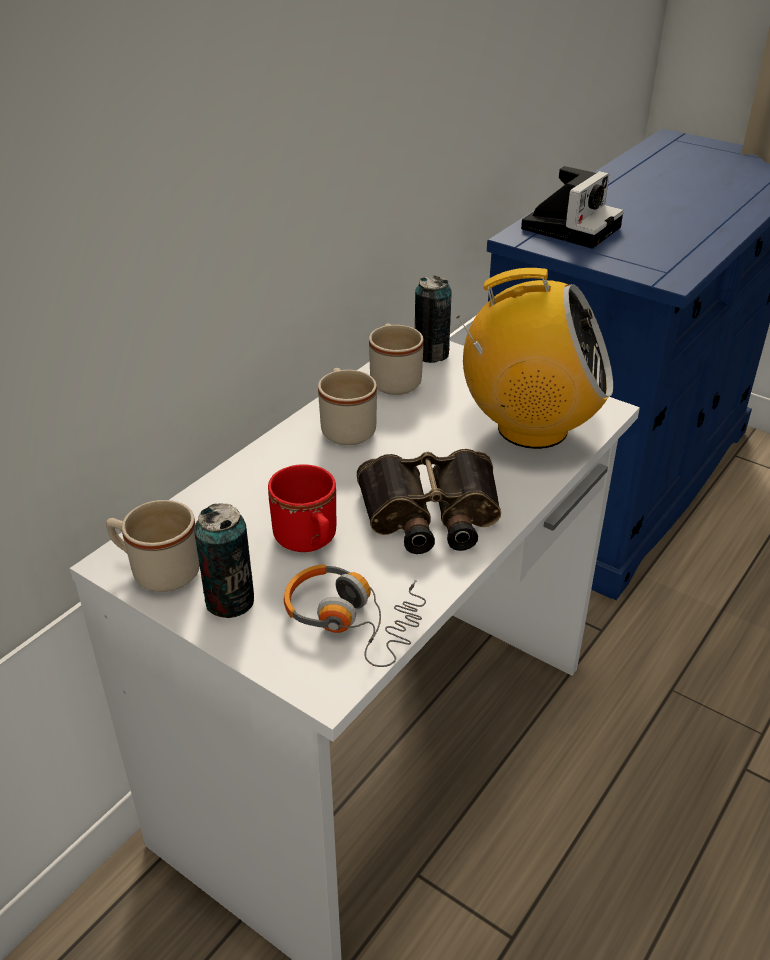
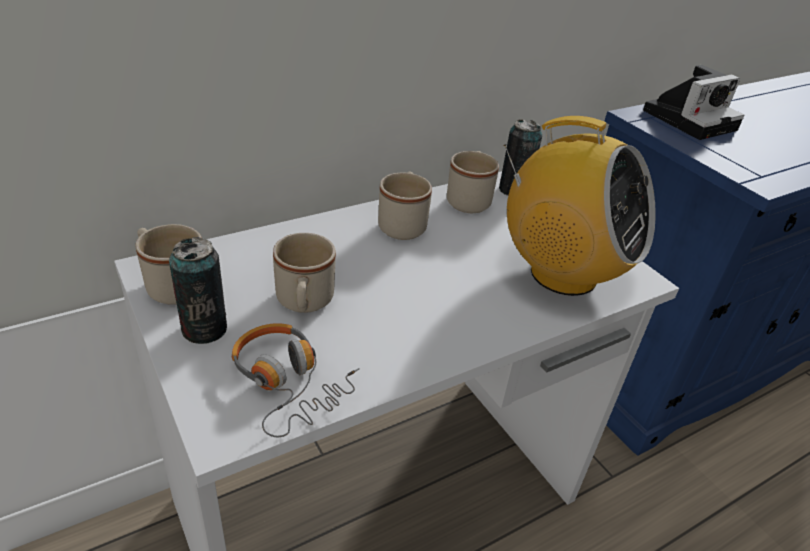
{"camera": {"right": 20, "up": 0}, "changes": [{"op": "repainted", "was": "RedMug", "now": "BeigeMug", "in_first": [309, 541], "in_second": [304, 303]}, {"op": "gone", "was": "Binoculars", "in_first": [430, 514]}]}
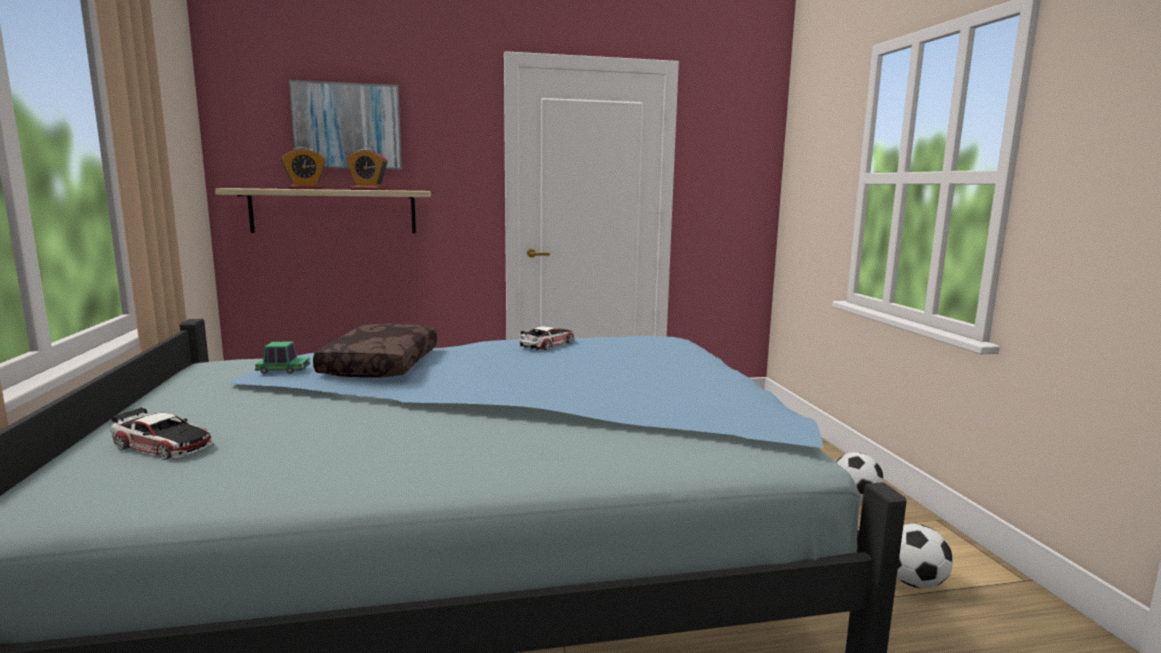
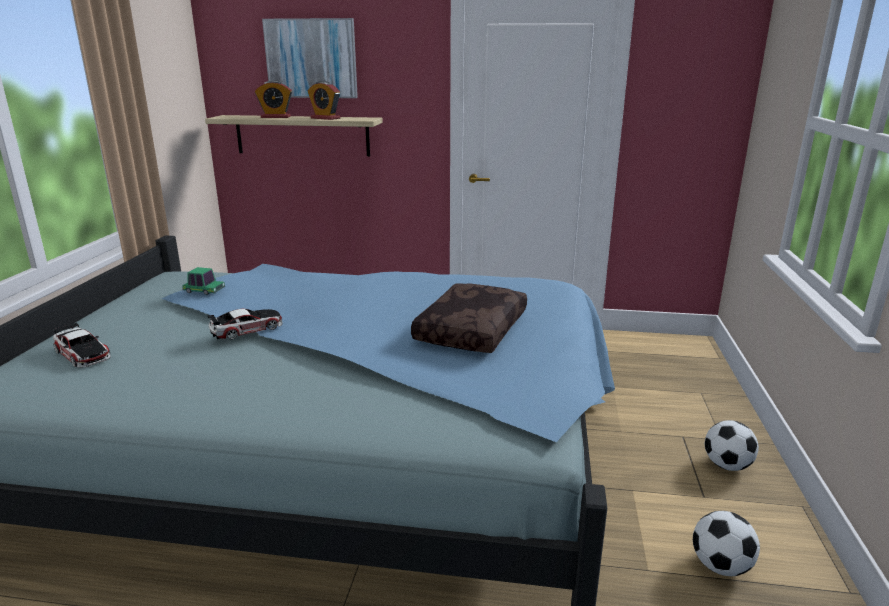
{"camera": {"right": 20, "up": 10}, "changes": [{"op": "shifted", "was": "BrownPillow", "in_first": [379, 365], "in_second": [470, 329]}, {"op": "shifted", "was": "ToyCar", "in_first": [548, 344], "in_second": [247, 329]}]}
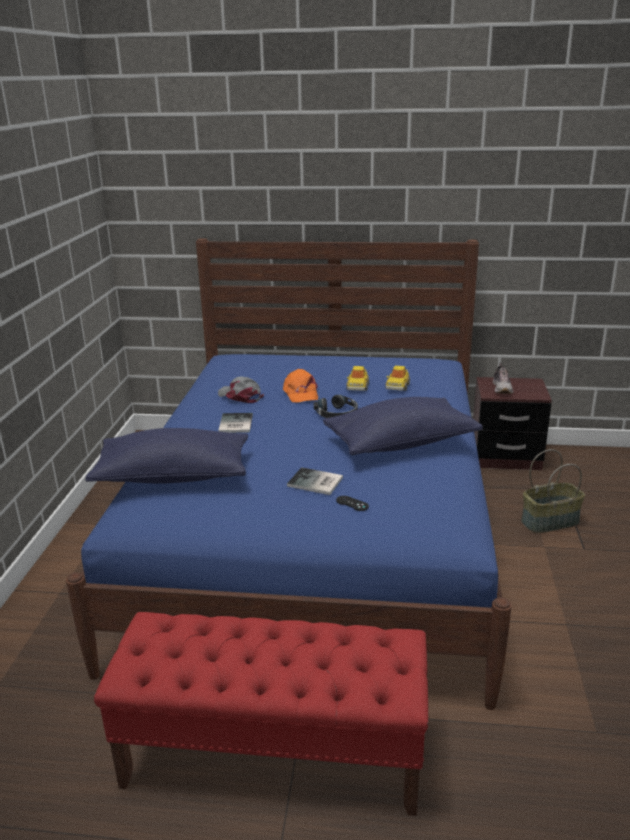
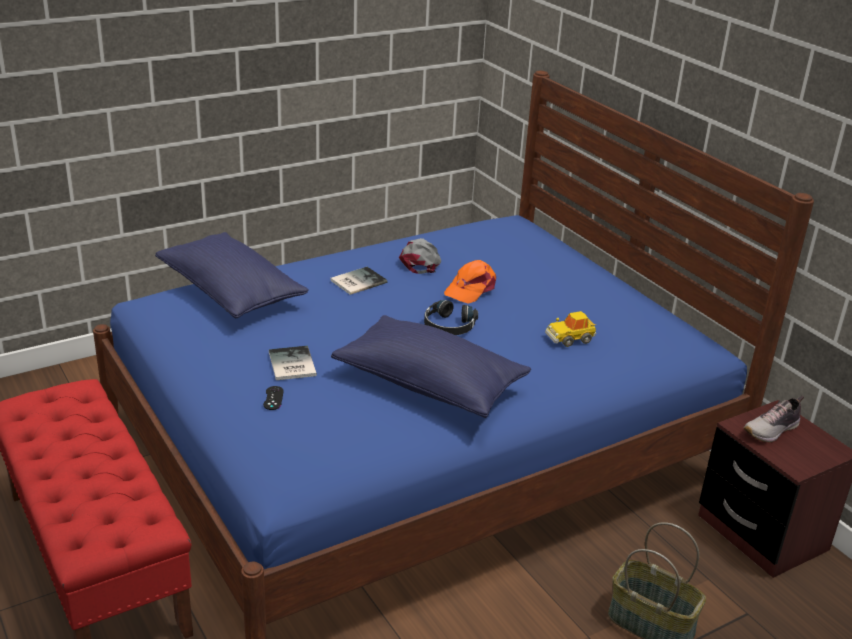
{"camera": {"right": 50, "up": 5}, "changes": [{"op": "gone", "was": "ToyCar", "in_first": [357, 387]}]}
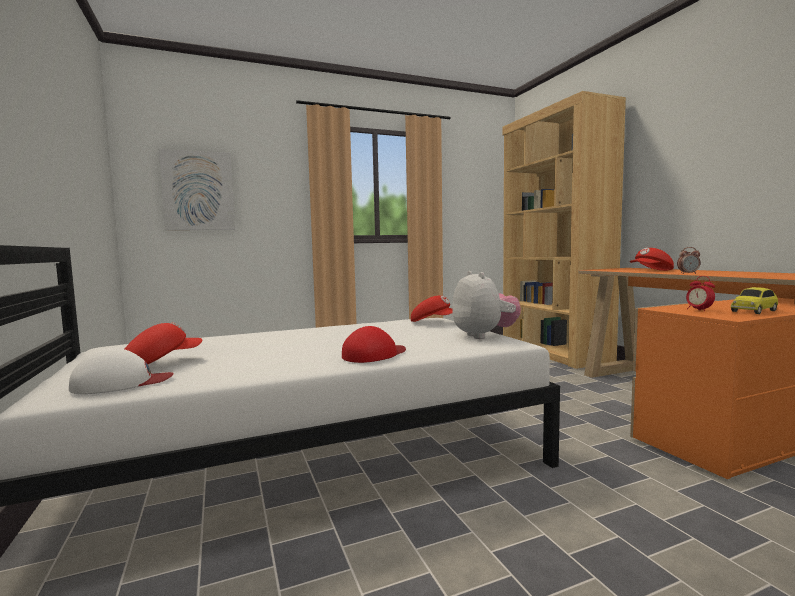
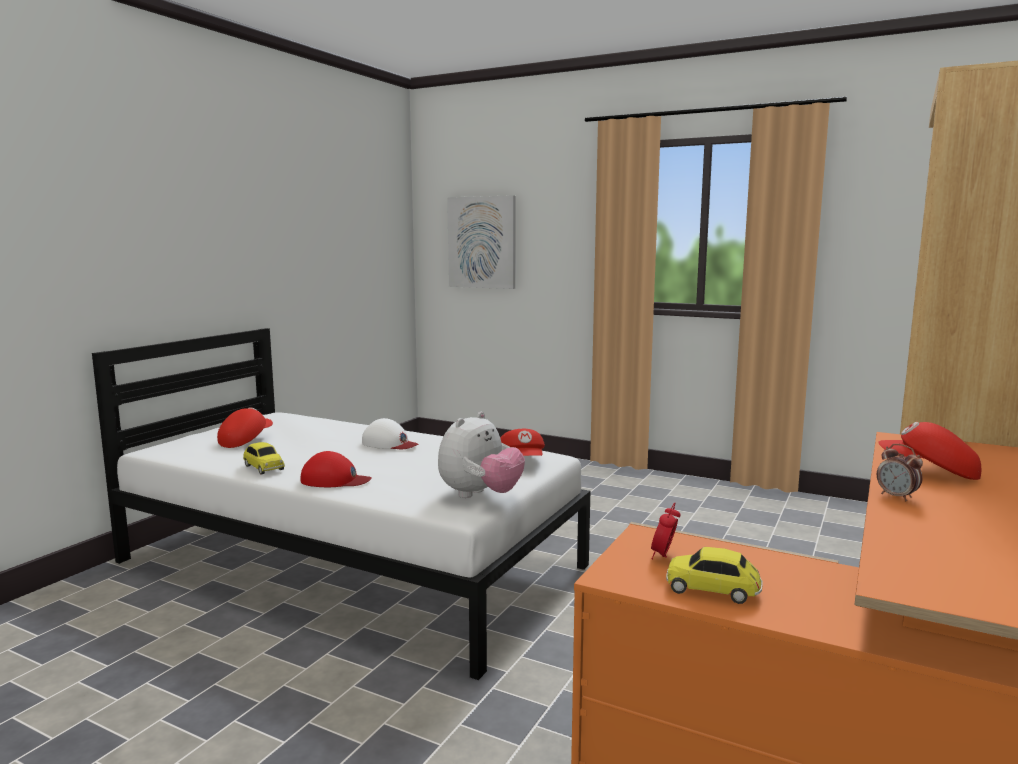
{"camera": {"right": 50, "up": 5}, "changes": [{"op": "shifted", "was": "WhiteCap", "in_first": [121, 383], "in_second": [389, 443]}, {"op": "rotated", "was": "RedCap", "in_first": [161, 363], "in_second": [245, 440], "clockwise": -75}, {"op": "new", "now": "ToyCar", "in_second": [263, 467]}]}
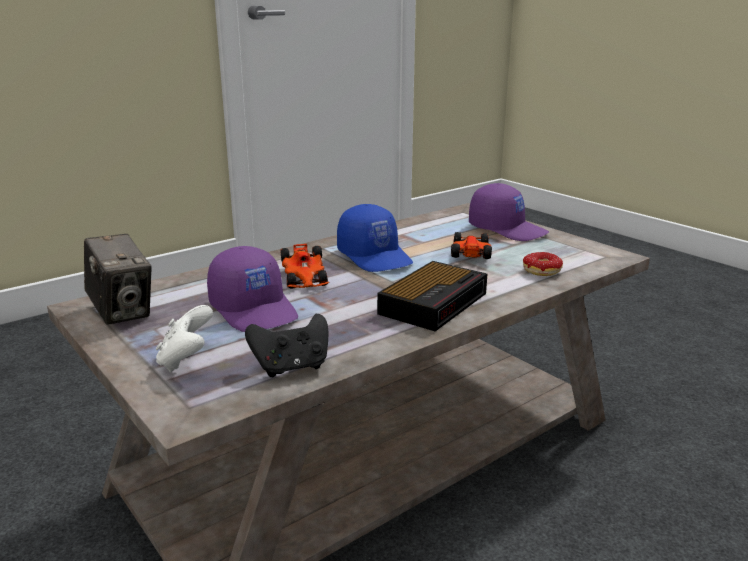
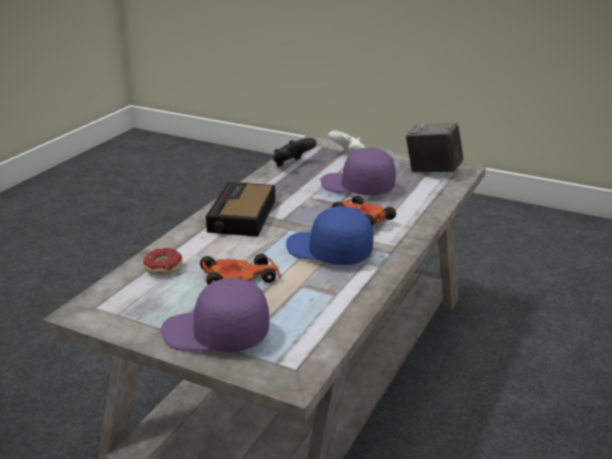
{"camera": {"right": 155, "up": 5}, "changes": [{"op": "rotated", "was": "ToyCar", "in_first": [470, 253], "in_second": [241, 278], "clockwise": -90}]}
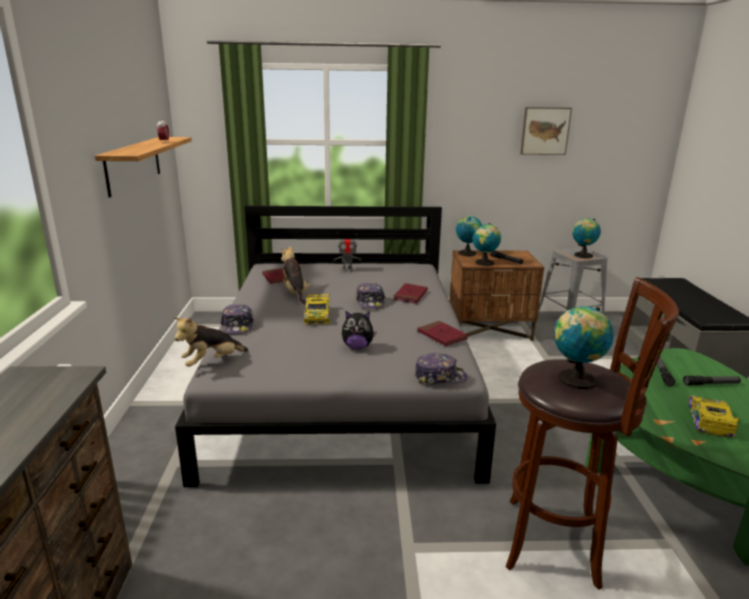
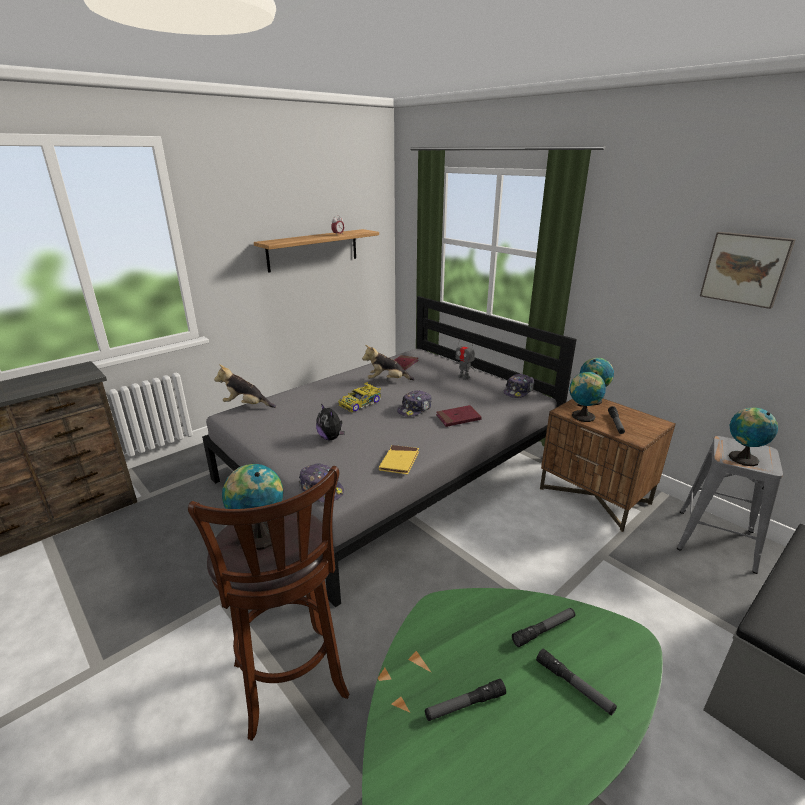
{"camera": {"right": 50, "up": 5}, "changes": [{"op": "shifted", "was": "Cap", "in_first": [237, 326], "in_second": [518, 391]}, {"op": "rotated", "was": "PlushToy", "in_first": [295, 293], "in_second": [387, 381], "clockwise": -120}, {"op": "repainted", "was": "RedBook", "now": "YellowBook", "in_first": [442, 336], "in_second": [399, 461]}, {"op": "swapped", "was": "ToyCar", "now": "Flashlight", "in_first": [709, 421], "in_second": [465, 705]}]}
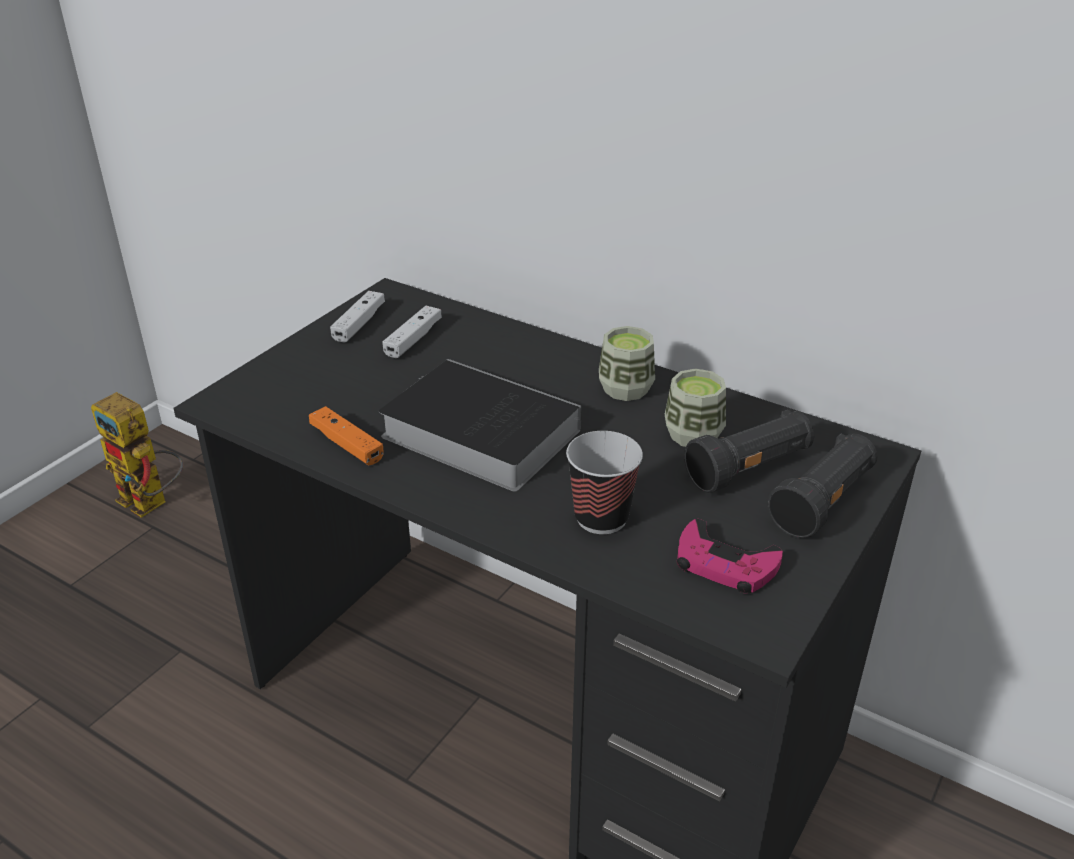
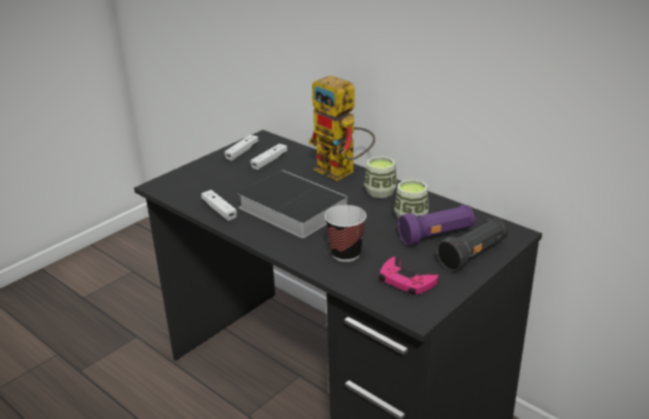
{"camera": {"right": 10, "up": -5}, "changes": [{"op": "shifted", "was": "ToyRobot", "in_first": [152, 503], "in_second": [342, 172]}, {"op": "repainted", "was": "OrangeGameController", "now": "WhiteGameController", "in_first": [347, 444], "in_second": [219, 210]}, {"op": "repainted", "was": "BlackFlashlight", "now": "PurpleFlashlight", "in_first": [749, 469], "in_second": [437, 236]}]}
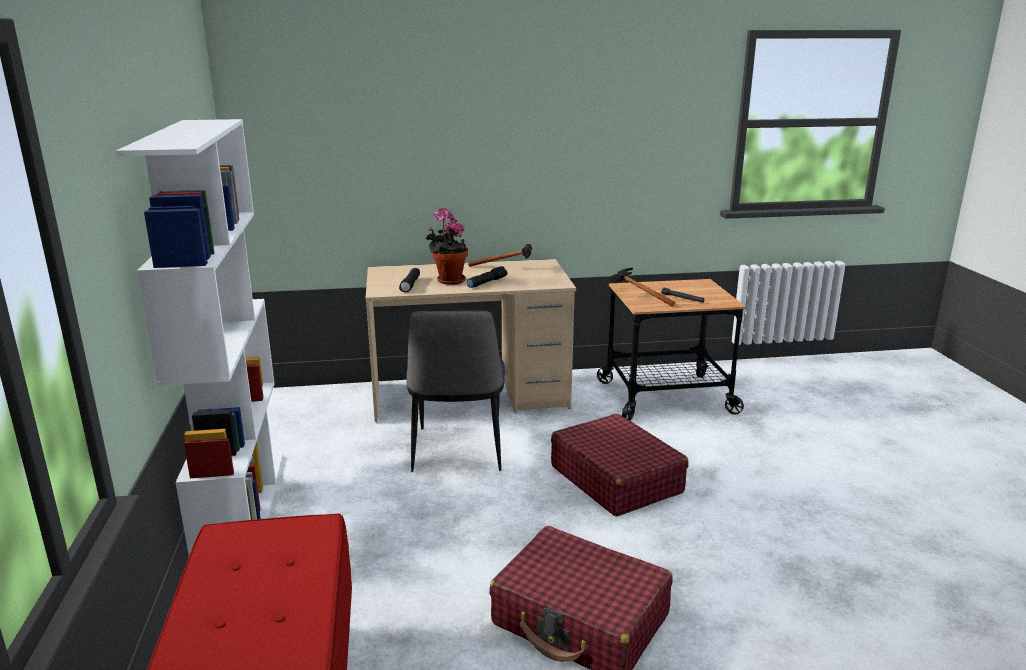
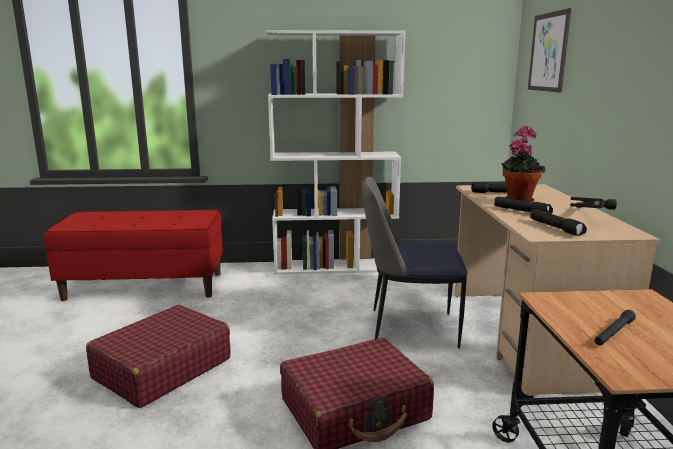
{"camera": {"right": 95, "up": -5}, "changes": [{"op": "gone", "was": "Hammer", "in_first": [636, 297]}, {"op": "new", "now": "Picture", "in_second": [548, 52]}, {"op": "new", "now": "BlackFlashlight", "in_second": [556, 228]}]}
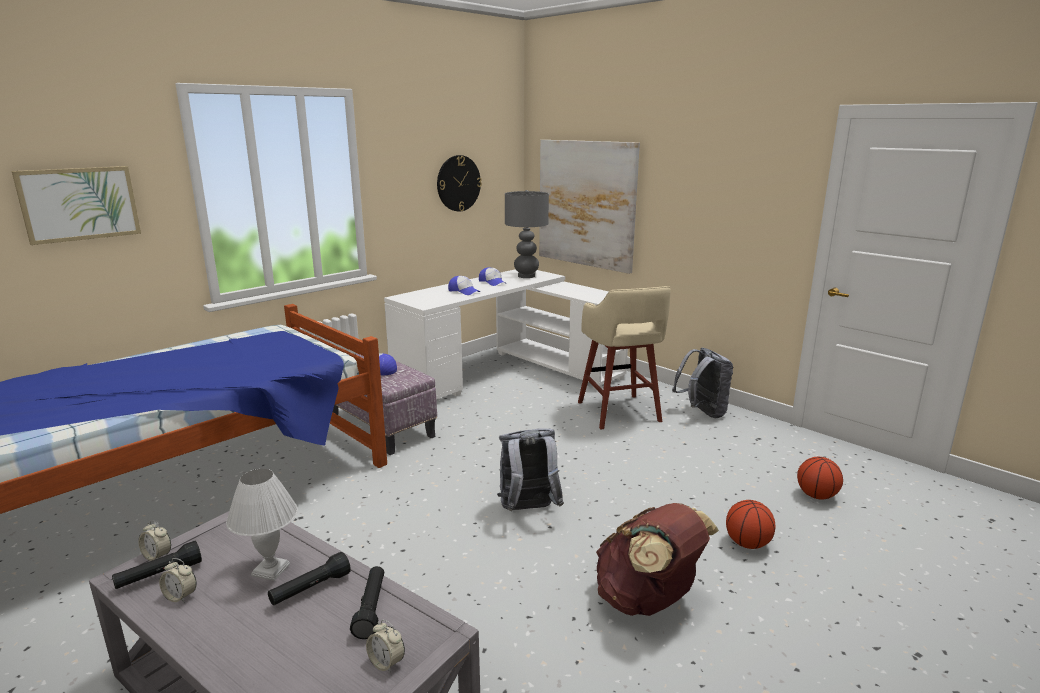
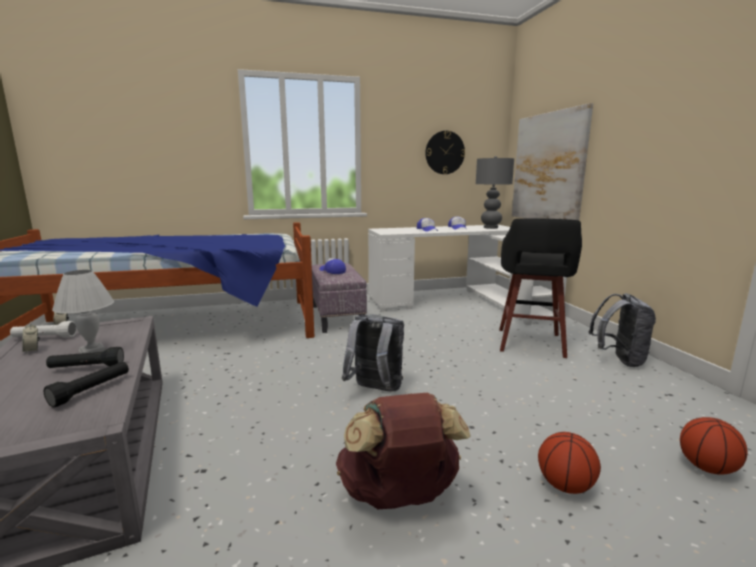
{"camera": {"right": 30, "up": -5}, "changes": [{"op": "gone", "was": "Picture", "in_first": [79, 204]}, {"op": "repainted", "was": "BlackFlashlight", "now": "WhiteFlashlight", "in_first": [159, 575], "in_second": [44, 338]}, {"op": "gone", "was": "AlarmClock", "in_first": [386, 663]}, {"op": "repainted", "was": "BeigeStool", "now": "BlackStool", "in_first": [619, 413], "in_second": [530, 343]}]}
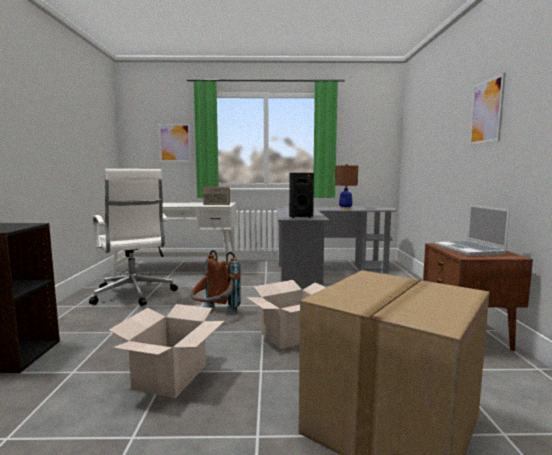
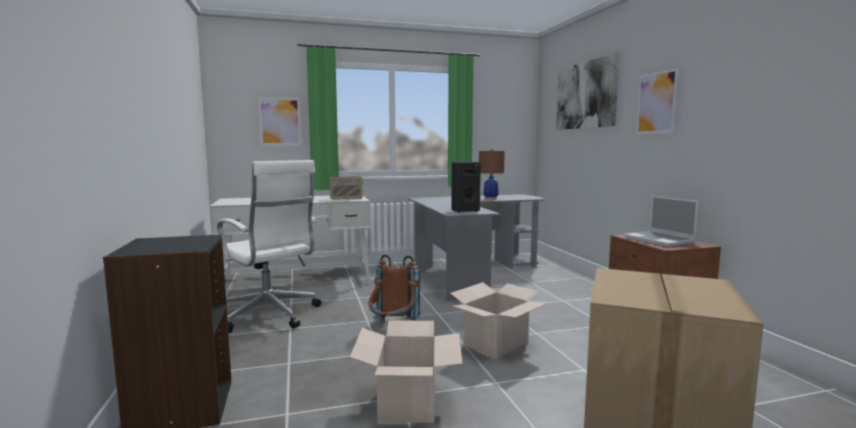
{"camera": {"right": -15, "up": 0}, "changes": [{"op": "new", "now": "Picture", "in_second": [585, 95]}]}
